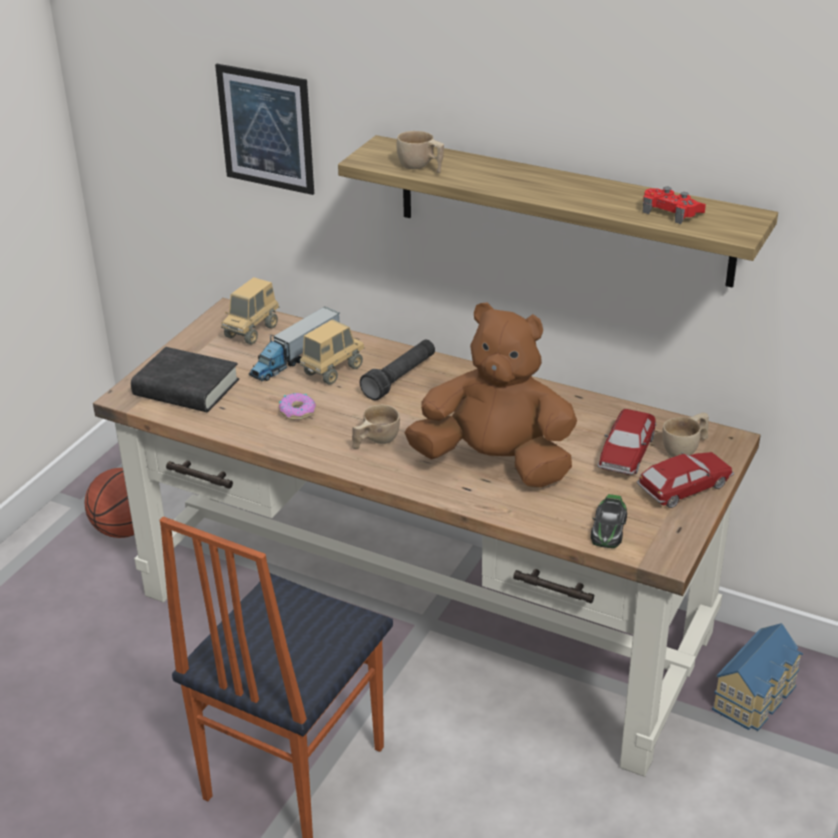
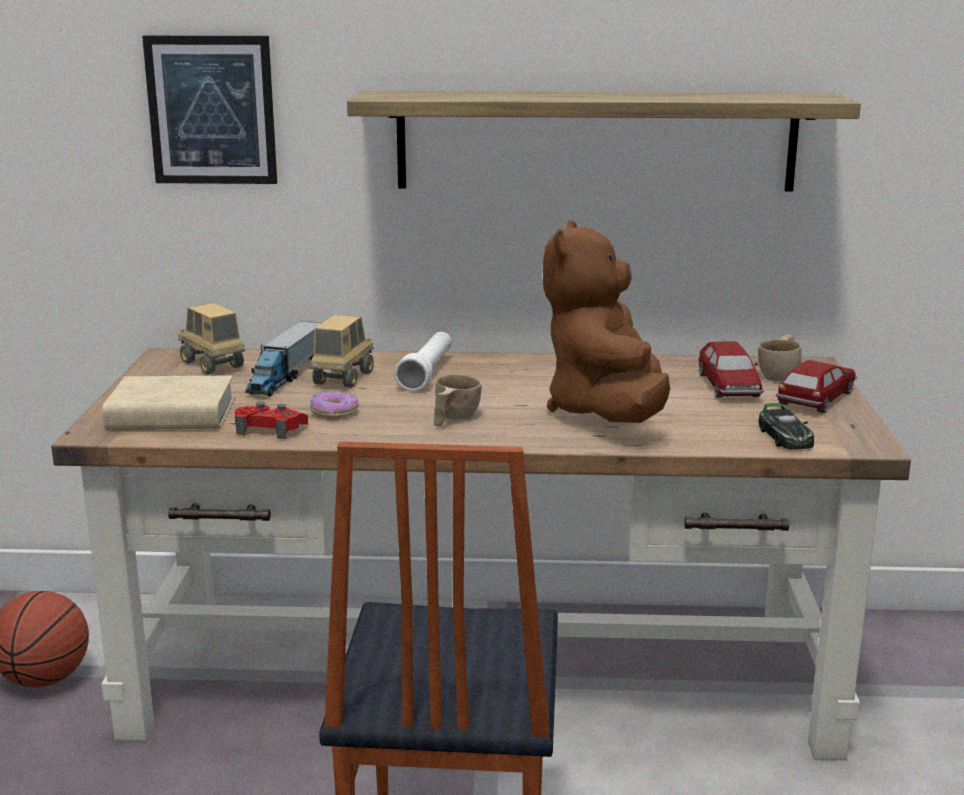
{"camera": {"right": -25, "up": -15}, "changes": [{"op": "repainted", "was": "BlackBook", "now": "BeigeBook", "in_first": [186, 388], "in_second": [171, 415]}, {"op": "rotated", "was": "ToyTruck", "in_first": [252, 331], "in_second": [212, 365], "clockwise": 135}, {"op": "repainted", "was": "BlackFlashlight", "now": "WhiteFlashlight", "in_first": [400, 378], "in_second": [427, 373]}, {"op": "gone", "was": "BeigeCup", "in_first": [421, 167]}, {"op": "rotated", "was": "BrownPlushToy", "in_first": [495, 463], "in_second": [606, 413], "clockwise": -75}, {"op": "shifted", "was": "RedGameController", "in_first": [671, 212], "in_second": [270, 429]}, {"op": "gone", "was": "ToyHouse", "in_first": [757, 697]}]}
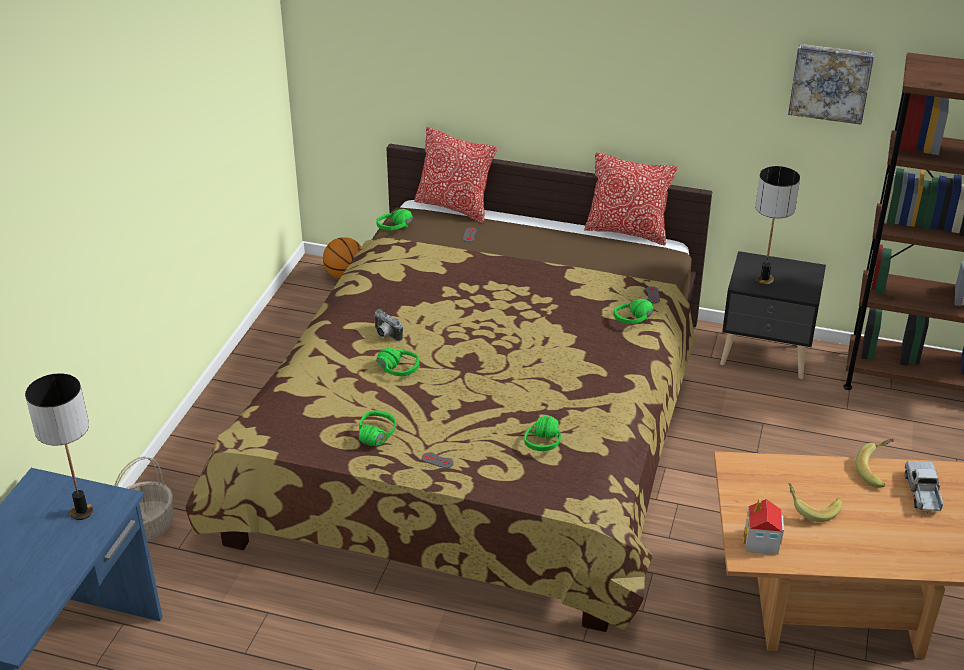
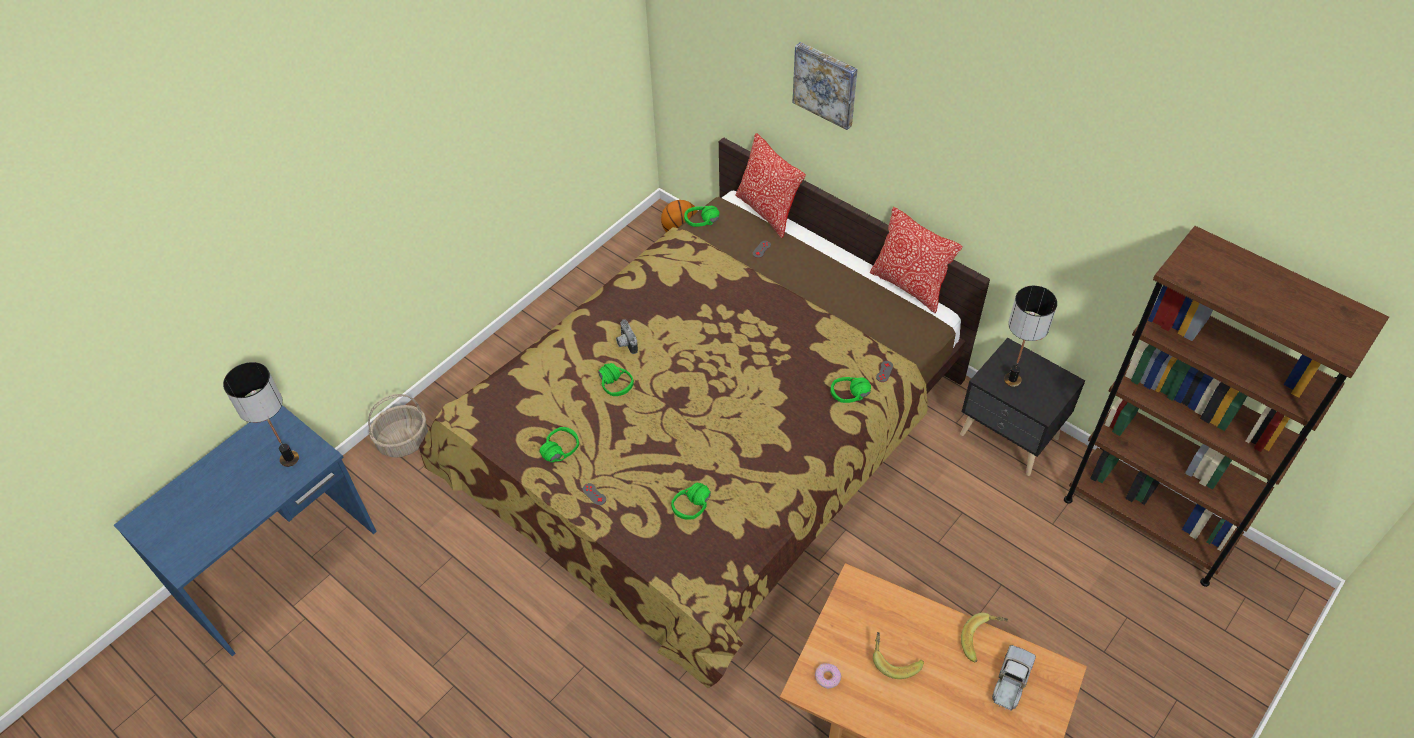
{"camera": {"right": 25, "up": 15}, "changes": [{"op": "swapped", "was": "ToyHouse", "now": "Donut", "in_first": [761, 542], "in_second": [827, 678]}, {"op": "shifted", "was": "Picture", "in_first": [830, 82], "in_second": [826, 84]}]}
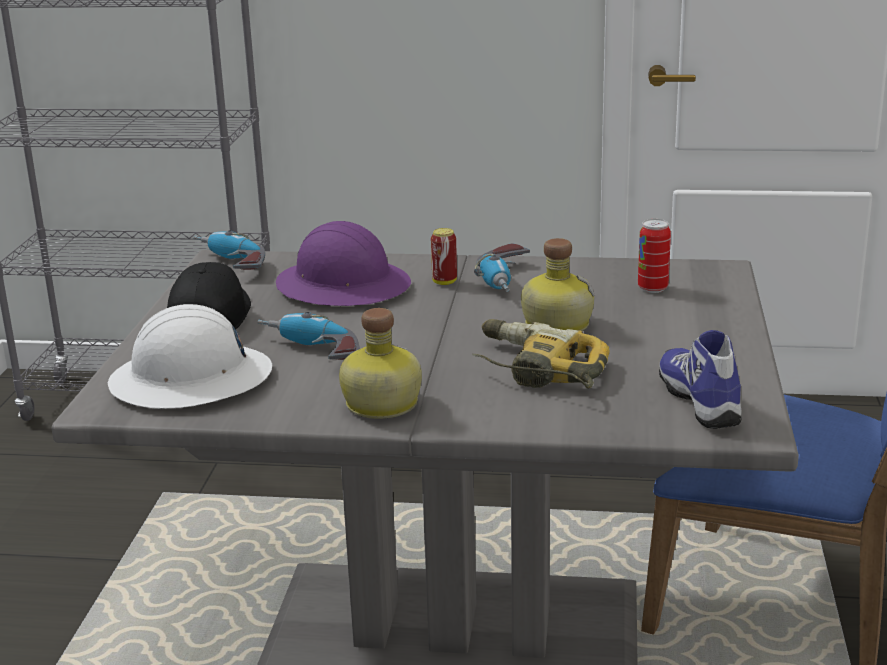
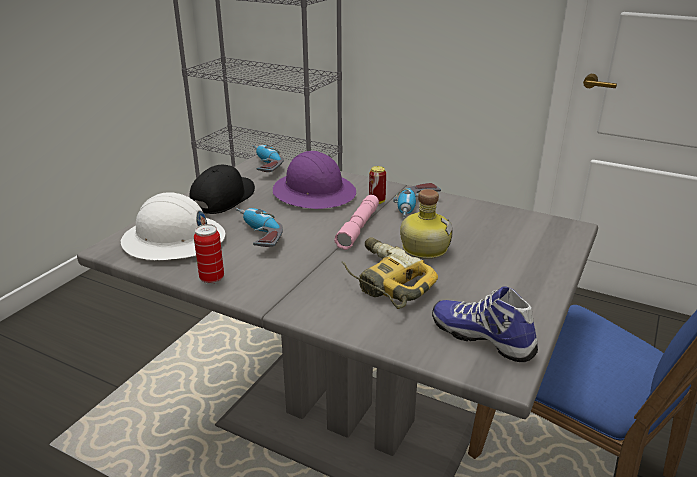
{"camera": {"right": 20, "up": 5}, "changes": [{"op": "gone", "was": "Bottle", "in_first": [379, 404]}, {"op": "shifted", "was": "Can", "in_first": [652, 288], "in_second": [212, 278]}, {"op": "rotated", "was": "Shoe", "in_first": [702, 401], "in_second": [483, 337], "clockwise": -60}, {"op": "new", "now": "PinkFlashlight", "in_second": [358, 228]}]}
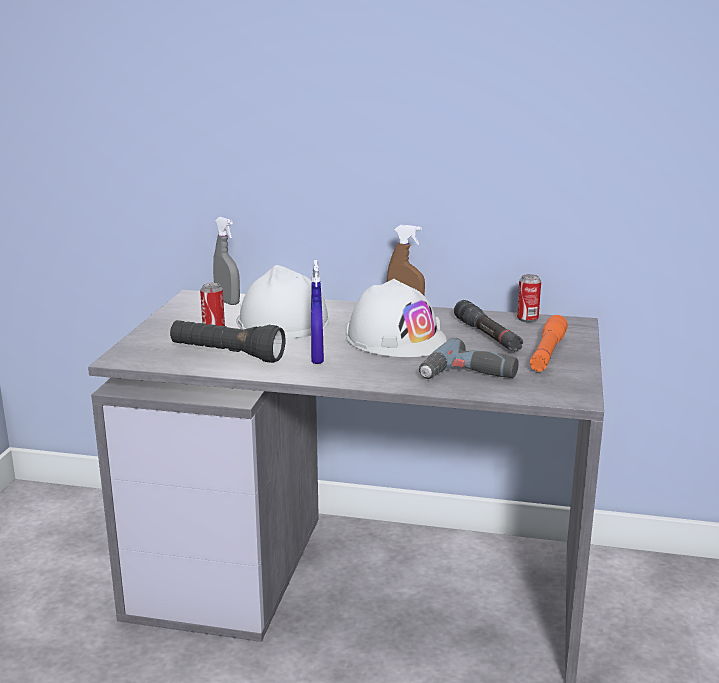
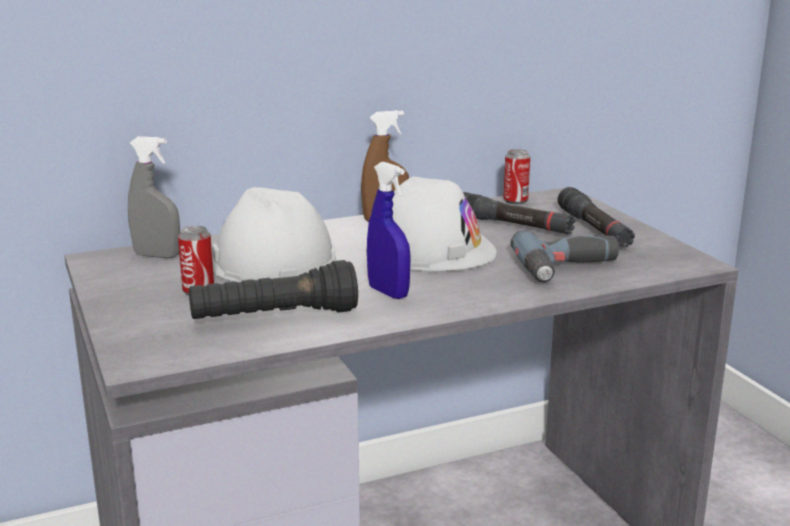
{"camera": {"right": -35, "up": 0}, "changes": [{"op": "repainted", "was": "OrangeFlashlight", "now": "BlackFlashlight", "in_first": [547, 353], "in_second": [594, 229]}]}
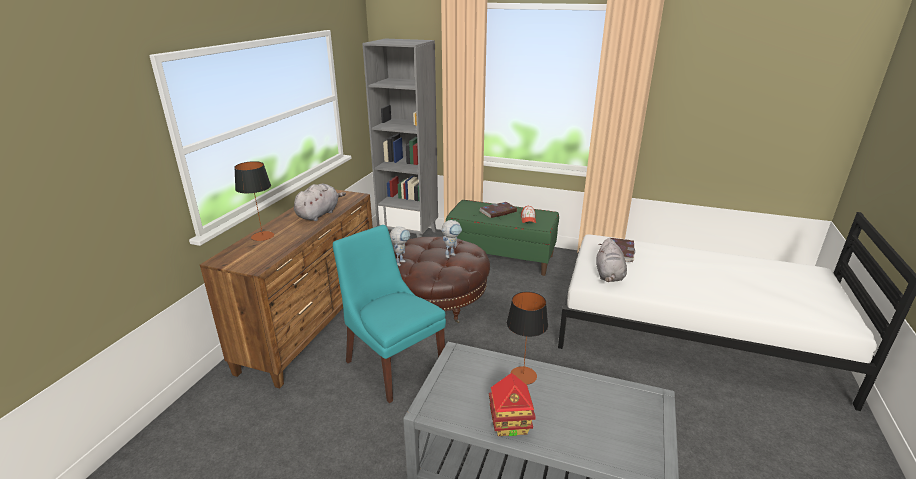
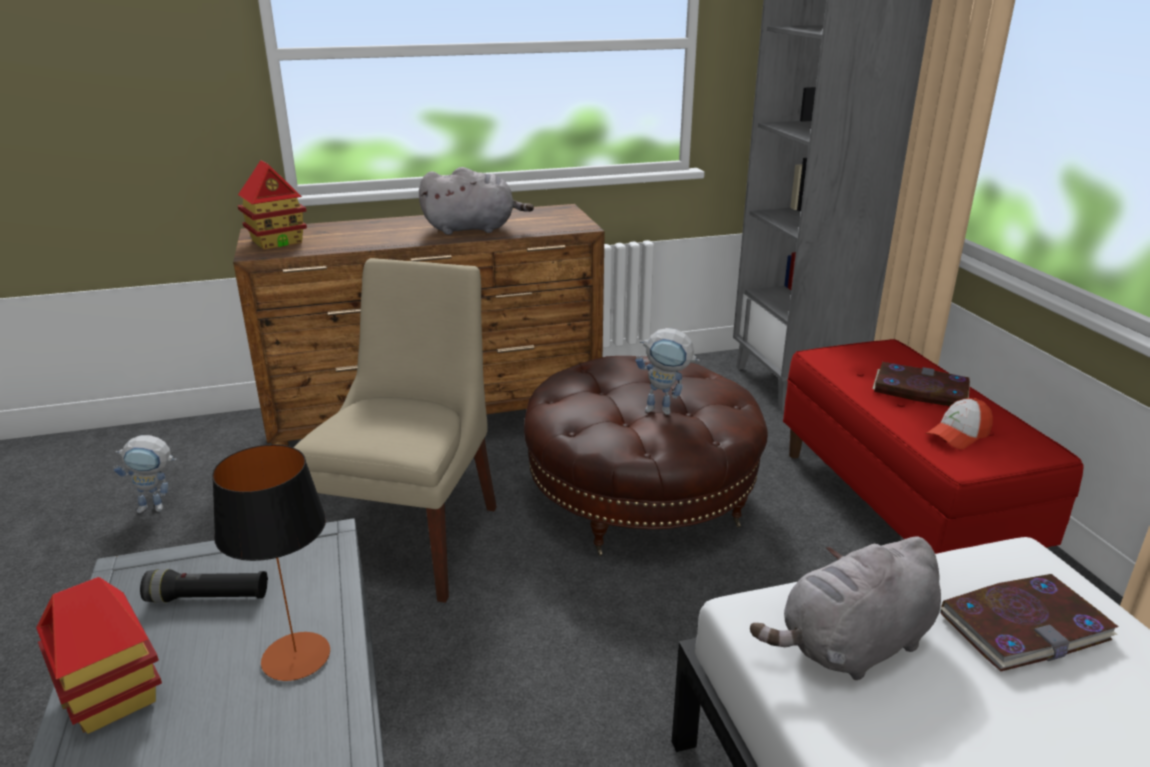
{"camera": {"right": 55, "up": 0}, "changes": [{"op": "gone", "was": "TableLamp", "in_first": [262, 236]}, {"op": "repainted", "was": "TurquoiseChair", "now": "BeigeChair", "in_first": [393, 363], "in_second": [412, 537]}, {"op": "shifted", "was": "ToyRobot", "in_first": [401, 261], "in_second": [158, 507]}, {"op": "repainted", "was": "GreenBench", "now": "RedBench", "in_first": [501, 257], "in_second": [900, 509]}, {"op": "new", "now": "BlackFlashlight", "in_second": [208, 598]}, {"op": "new", "now": "ToyHouse", "in_second": [277, 241]}]}
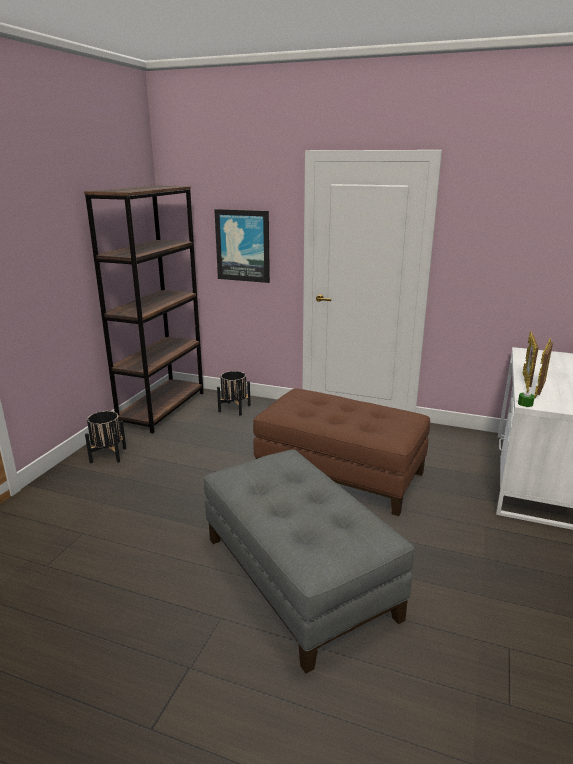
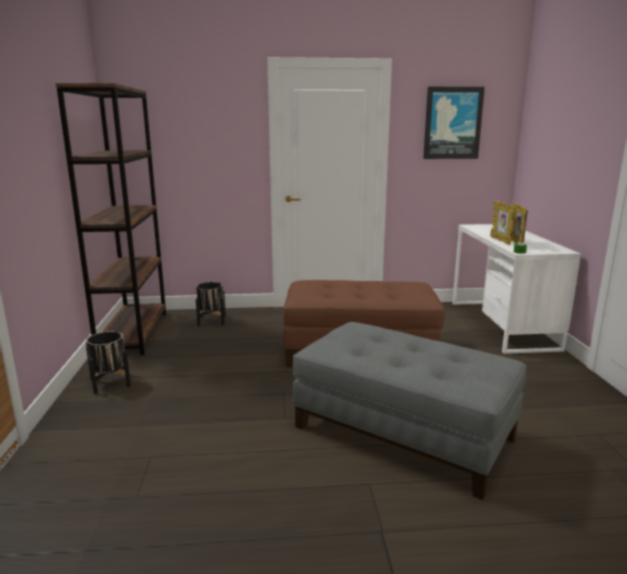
{"camera": {"right": -25, "up": -5}, "changes": [{"op": "shifted", "was": "Picture", "in_first": [243, 245], "in_second": [452, 123]}]}
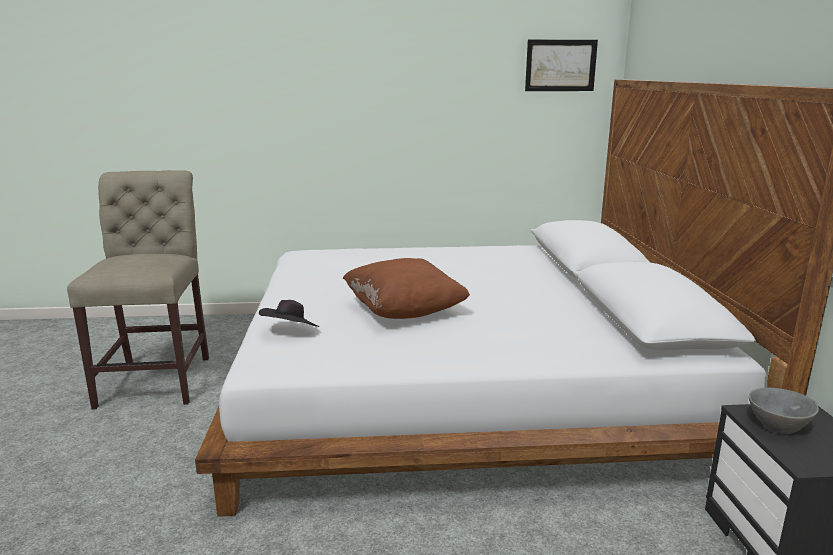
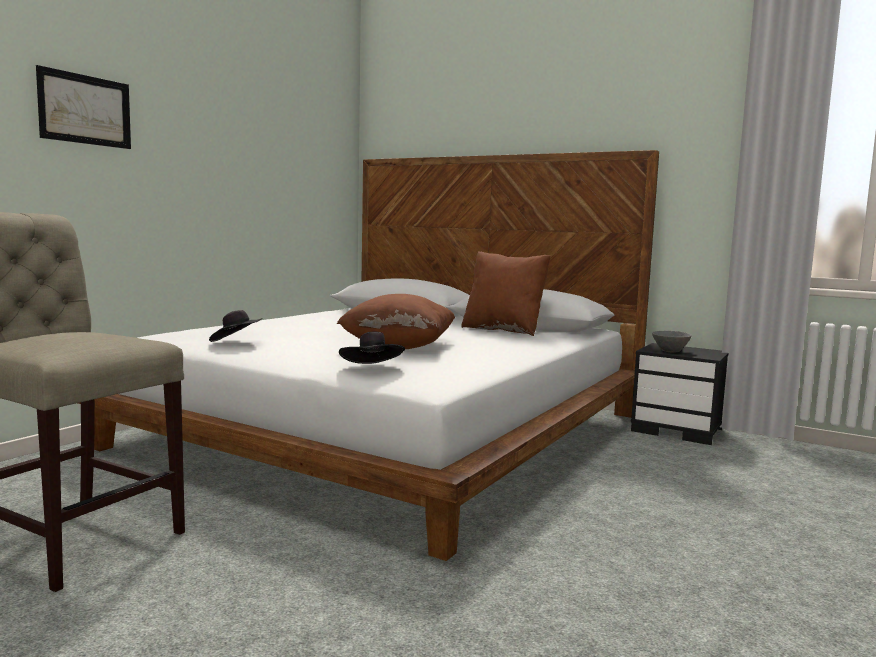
{"camera": {"right": -55, "up": -10}, "changes": [{"op": "shifted", "was": "Picture", "in_first": [560, 65], "in_second": [85, 109]}, {"op": "new", "now": "BlackHat", "in_second": [236, 343]}, {"op": "new", "now": "BrownPillow", "in_second": [503, 330]}]}
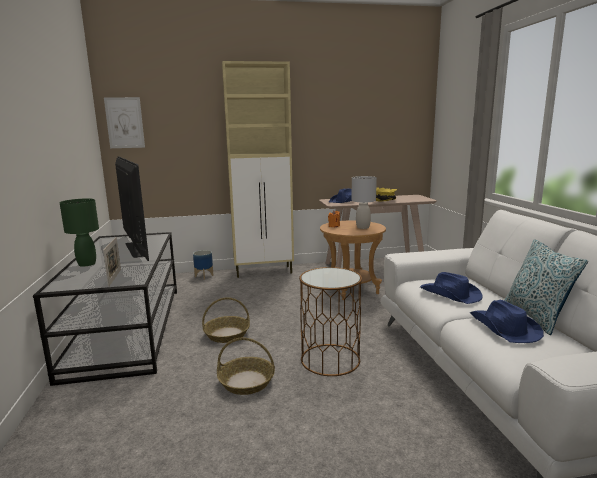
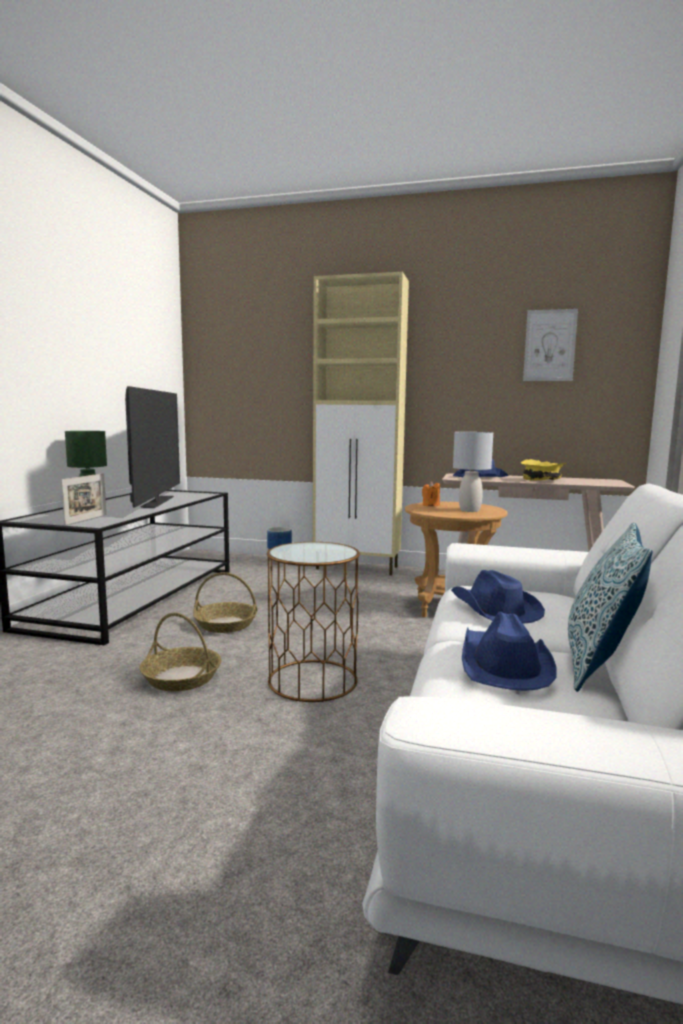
{"camera": {"right": 25, "up": -5}, "changes": [{"op": "shifted", "was": "Picture", "in_first": [124, 123], "in_second": [549, 345]}]}
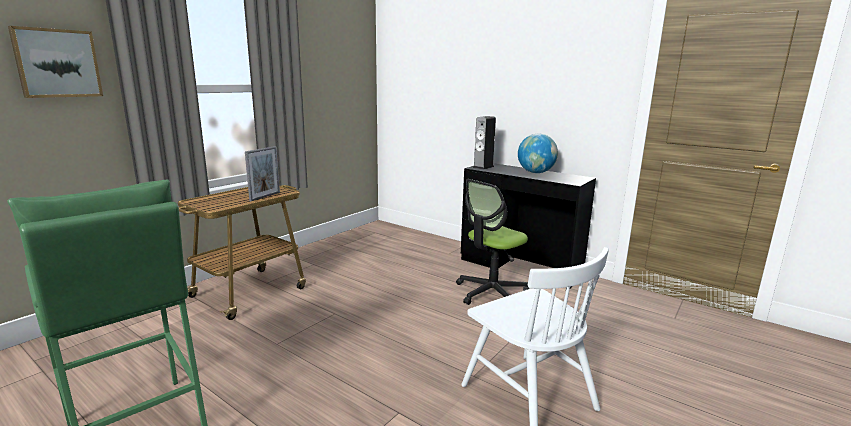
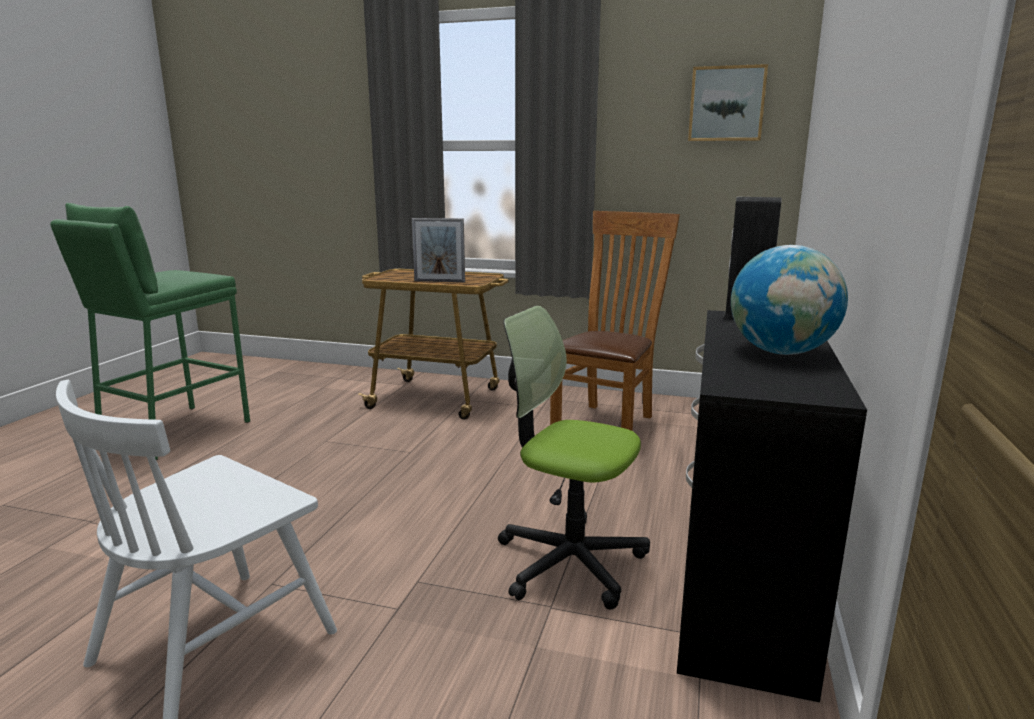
{"camera": {"right": 70, "up": 0}, "changes": [{"op": "shifted", "was": "Picture", "in_first": [57, 63], "in_second": [726, 104]}, {"op": "new", "now": "BrownChair", "in_second": [608, 423]}]}
